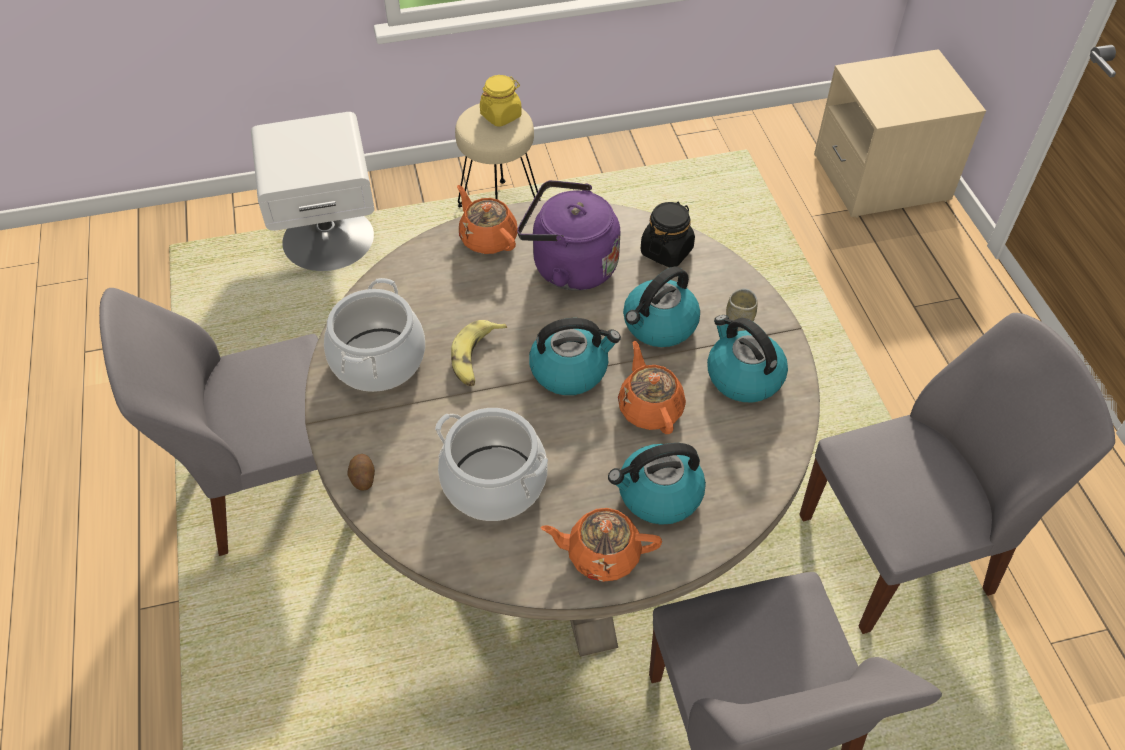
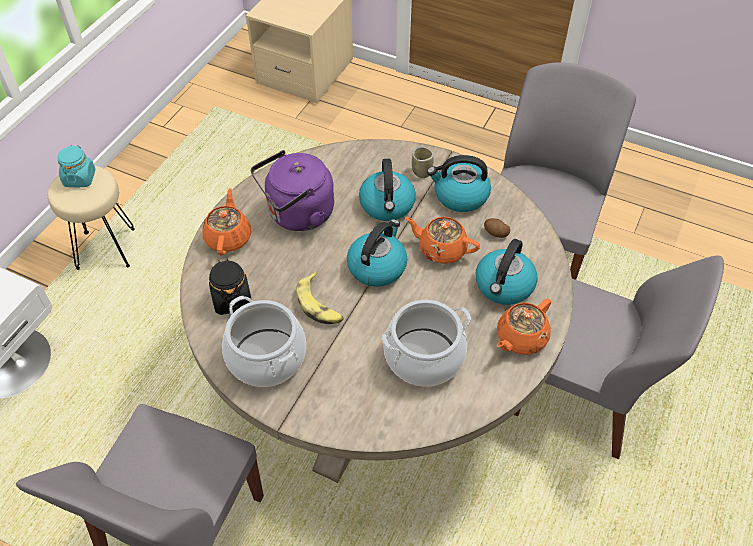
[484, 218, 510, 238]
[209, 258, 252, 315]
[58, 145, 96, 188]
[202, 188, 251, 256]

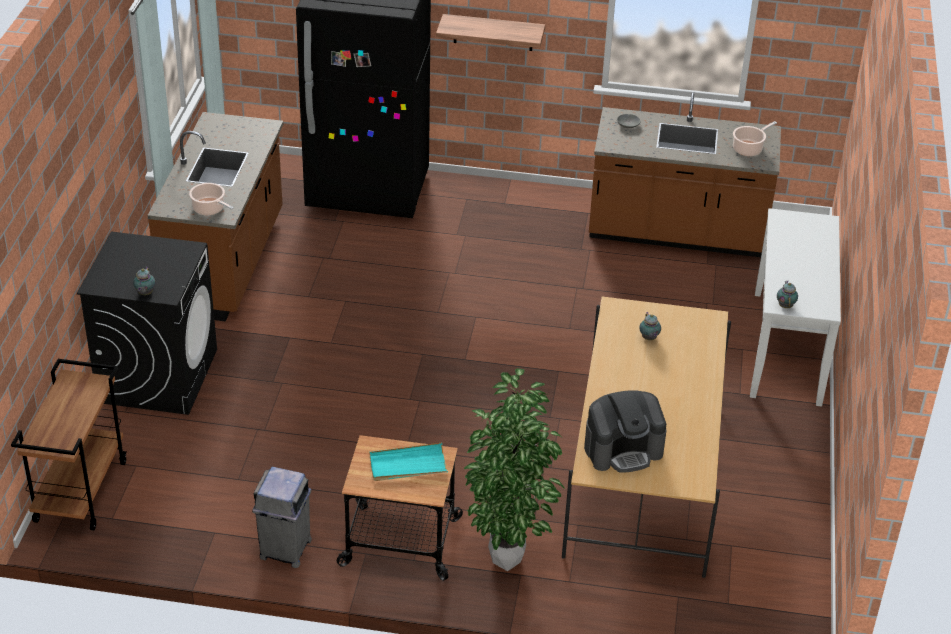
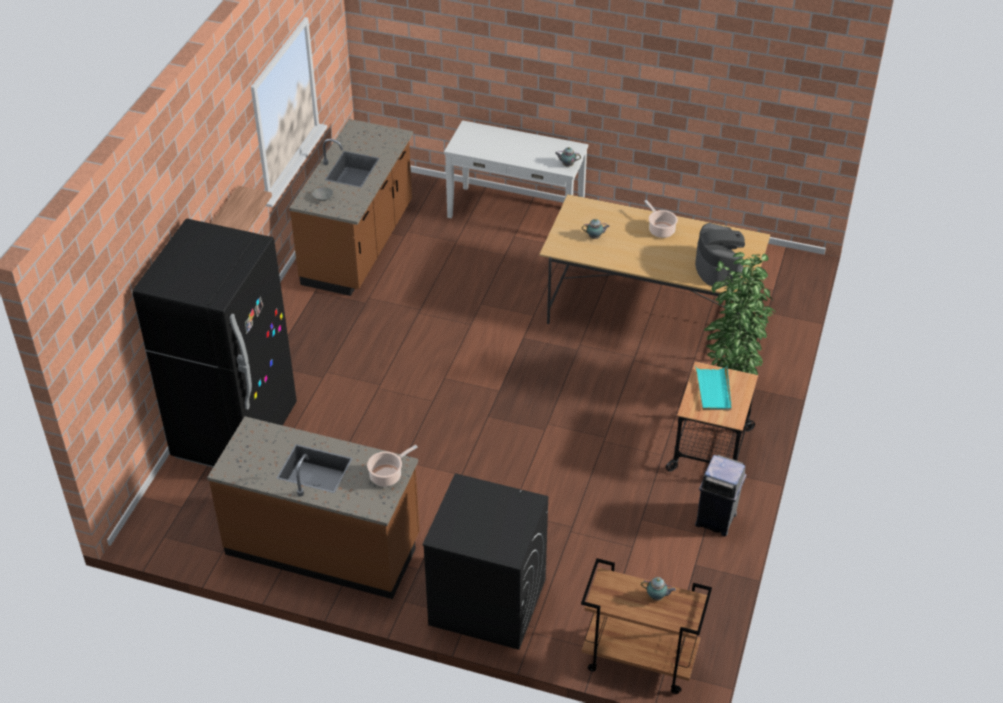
[641, 577, 676, 601]
[644, 200, 678, 238]

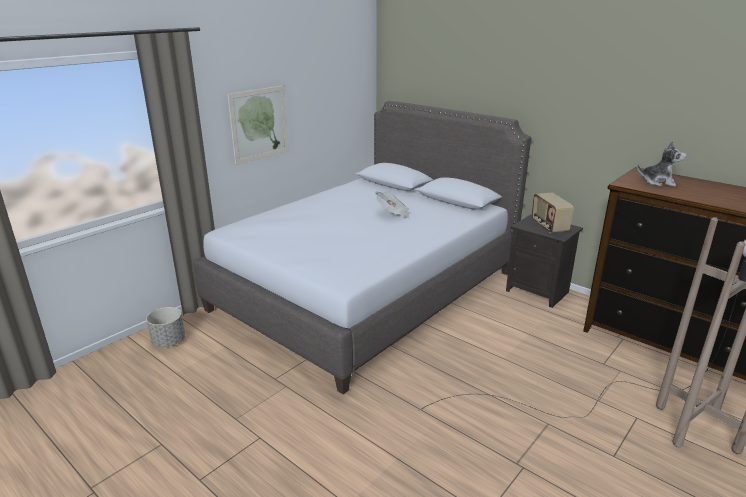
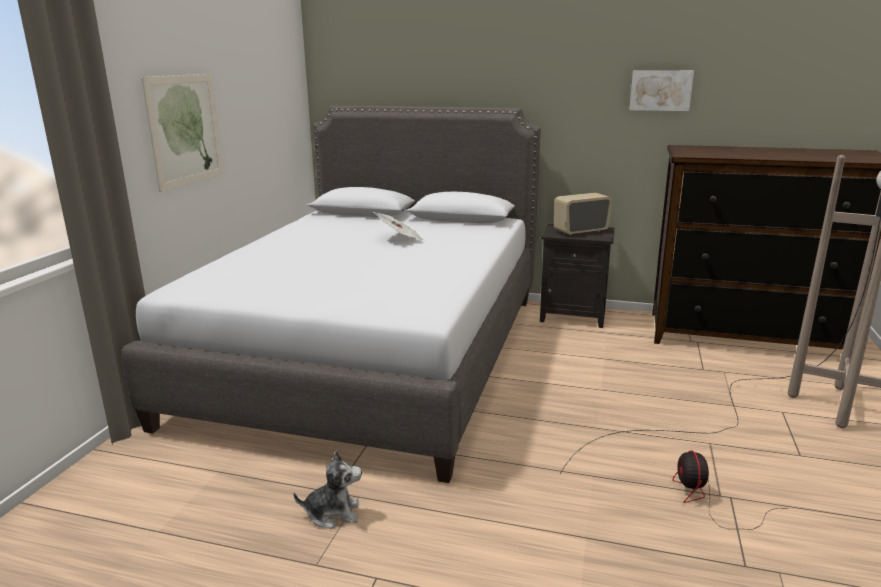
[146, 307, 185, 347] (first image)
[629, 70, 694, 111]
[672, 451, 778, 529]
[293, 451, 362, 529]
[554, 193, 612, 235]

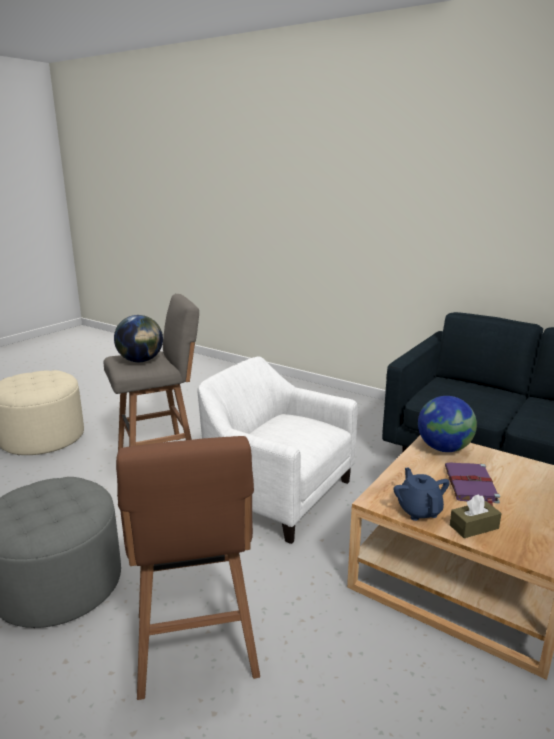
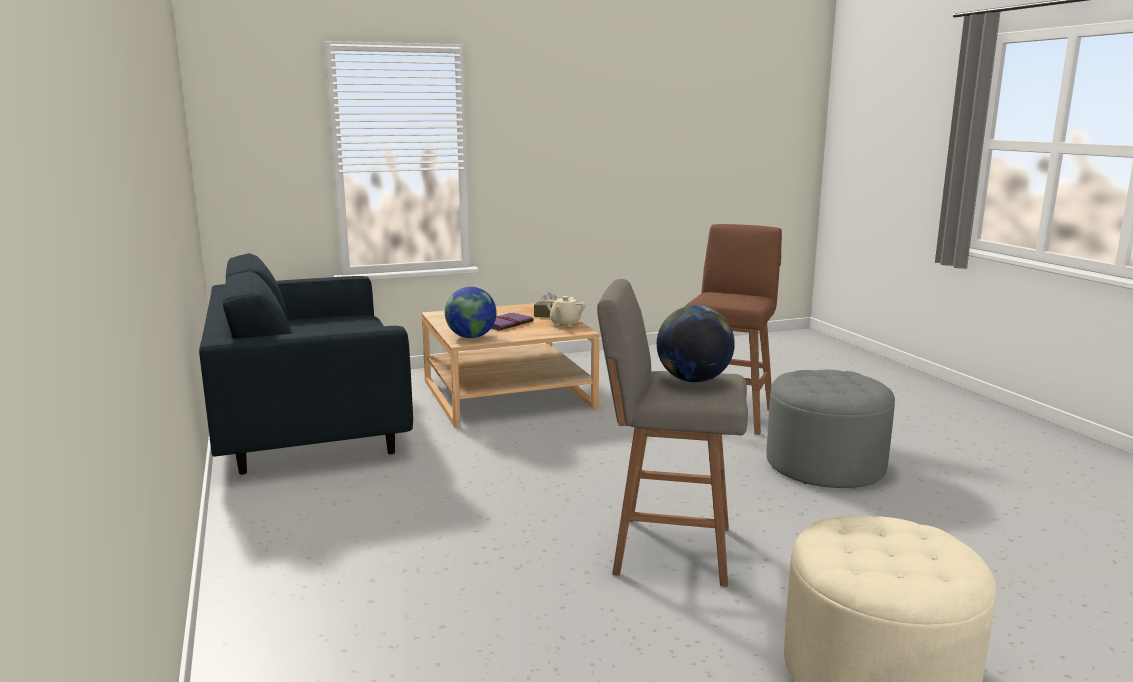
[198, 356, 358, 544] (first image)
[546, 296, 585, 327]

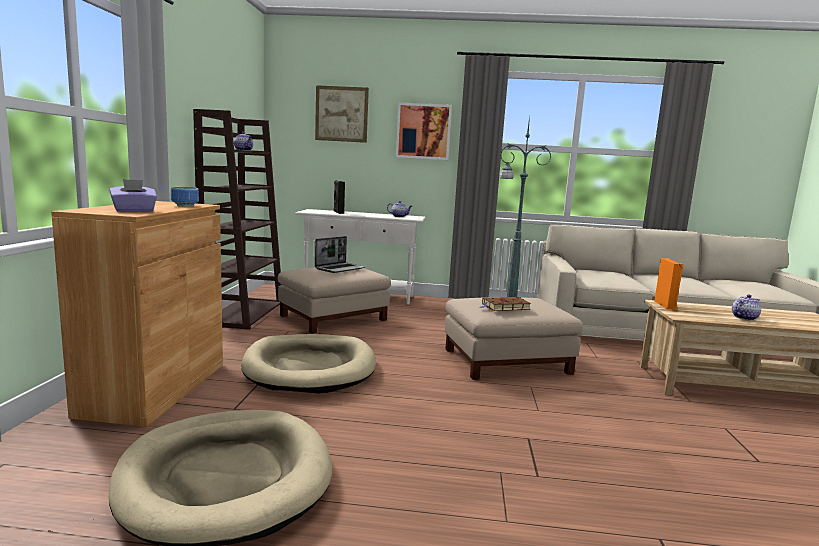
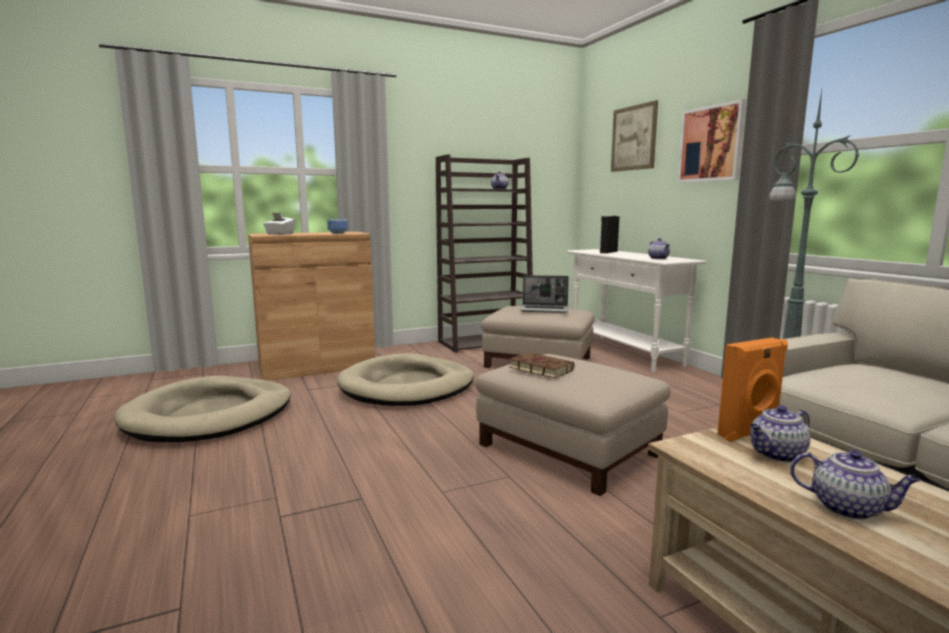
[750, 406, 811, 462]
[263, 213, 295, 235]

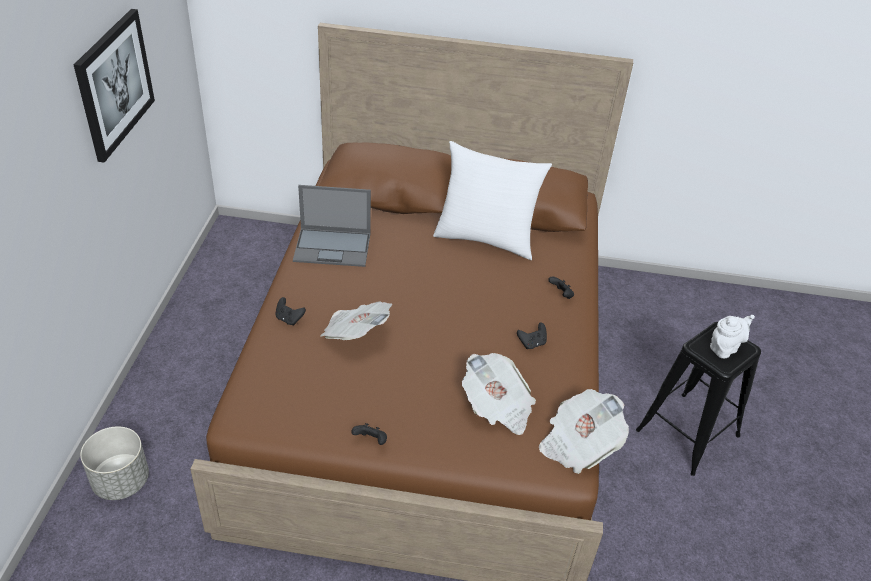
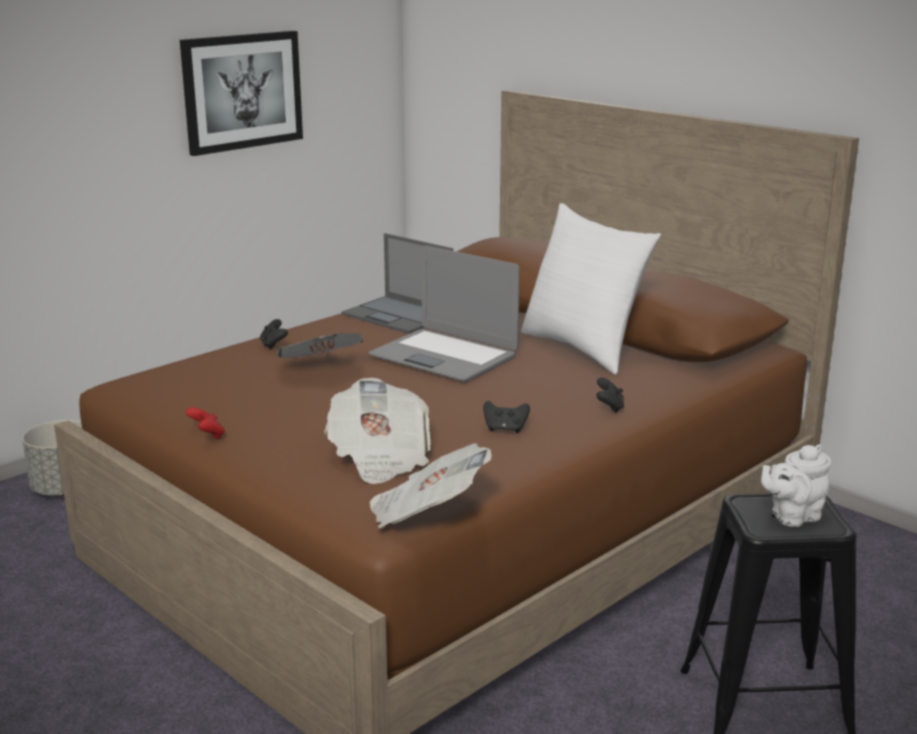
[369, 246, 520, 381]
[186, 407, 225, 439]
[761, 444, 832, 527]

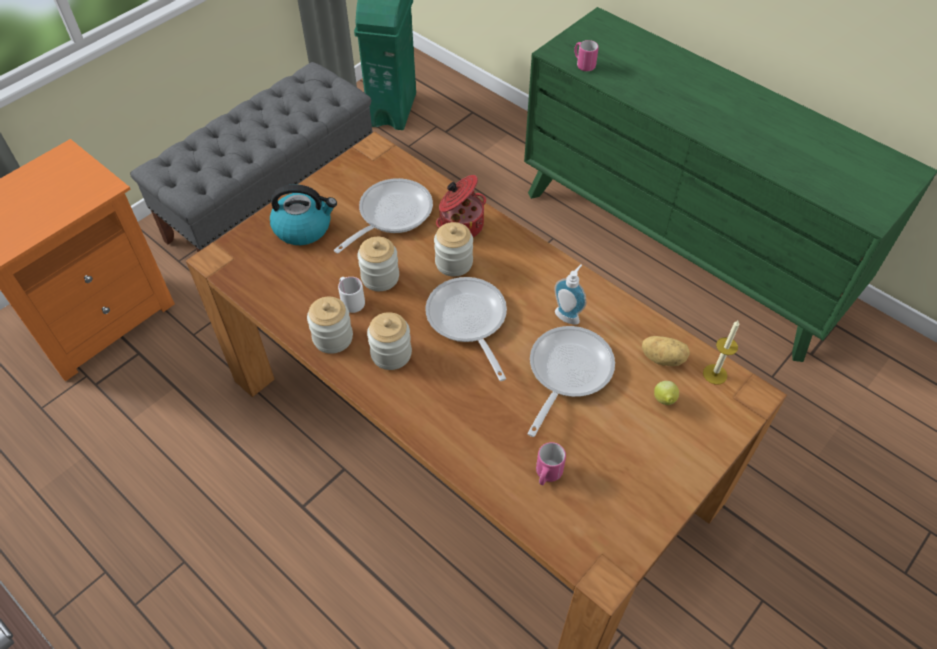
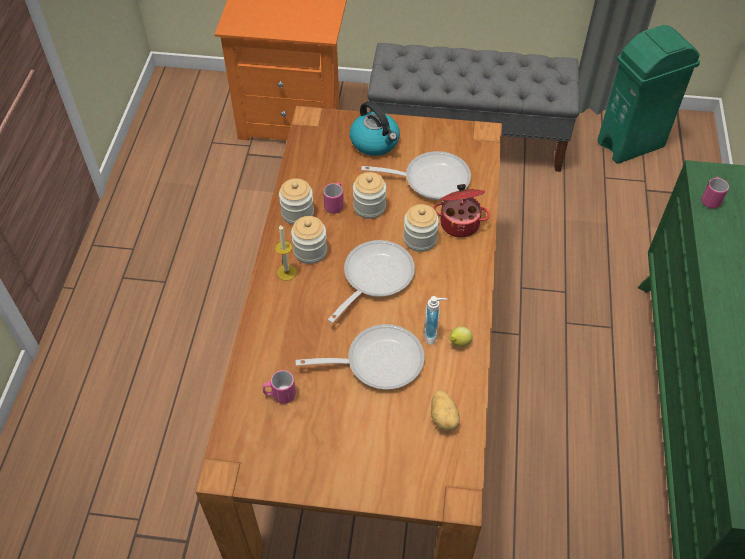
[449, 327, 473, 347]
[275, 225, 297, 281]
[323, 183, 344, 214]

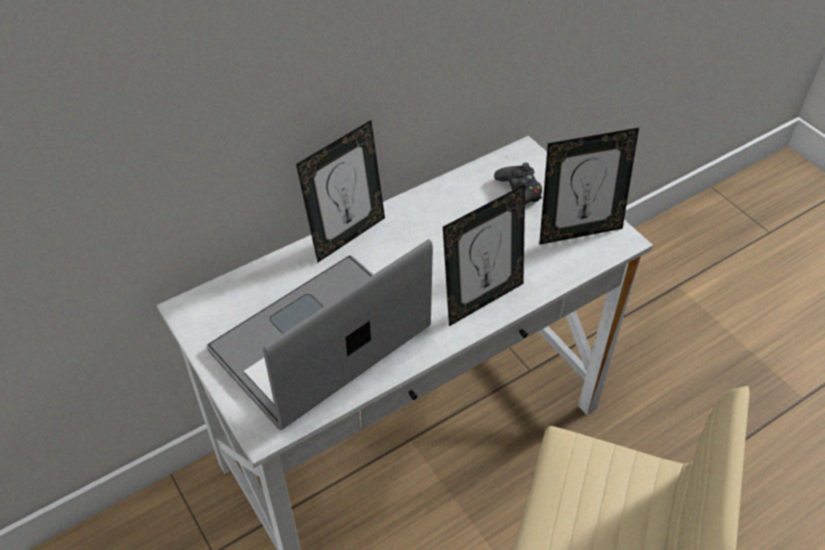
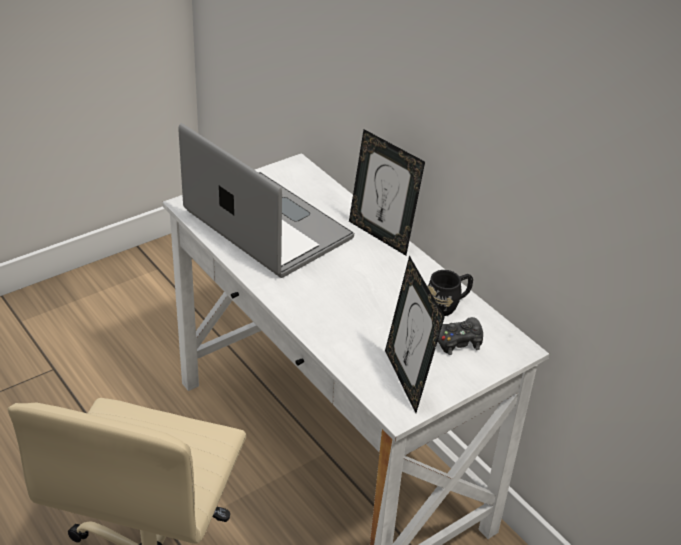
[443, 184, 525, 326] (first image)
[427, 270, 473, 316]

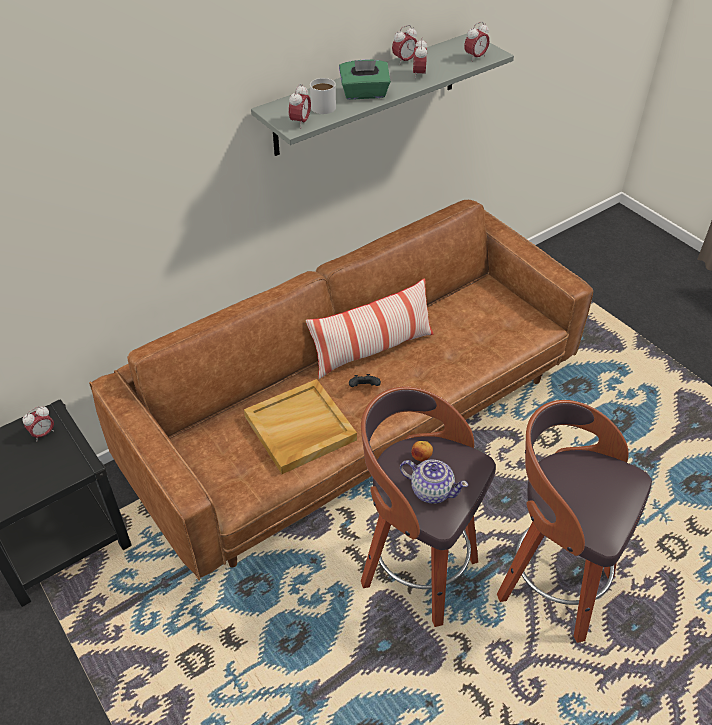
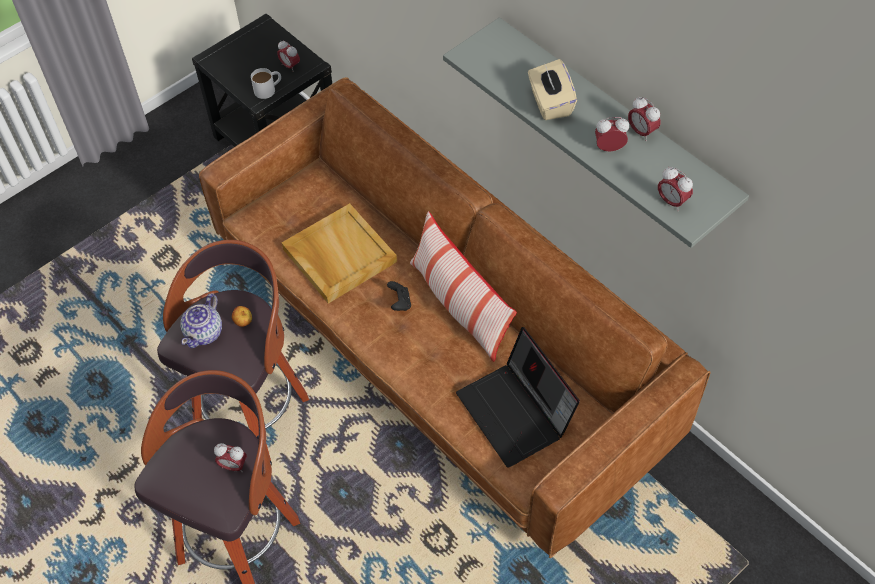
[456, 327, 580, 467]
[214, 443, 247, 473]
[251, 68, 281, 99]
[528, 59, 577, 120]

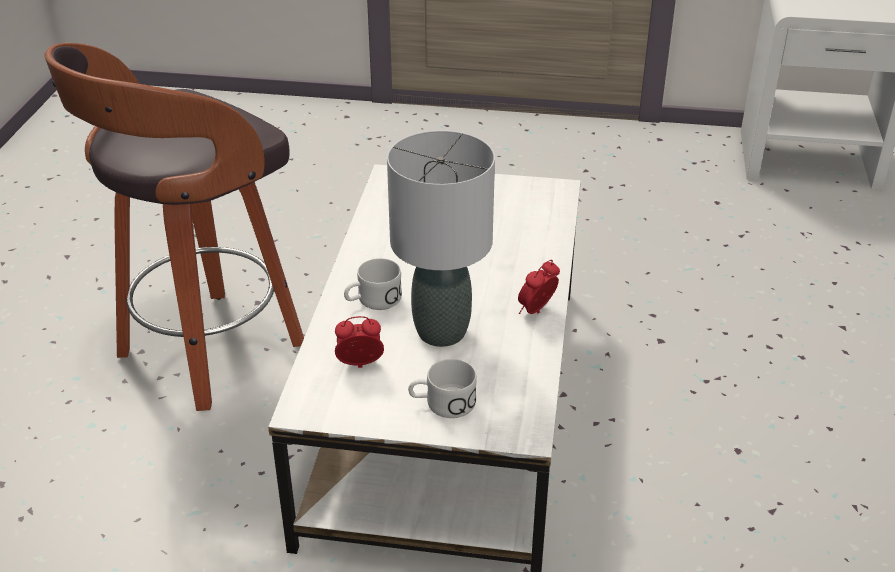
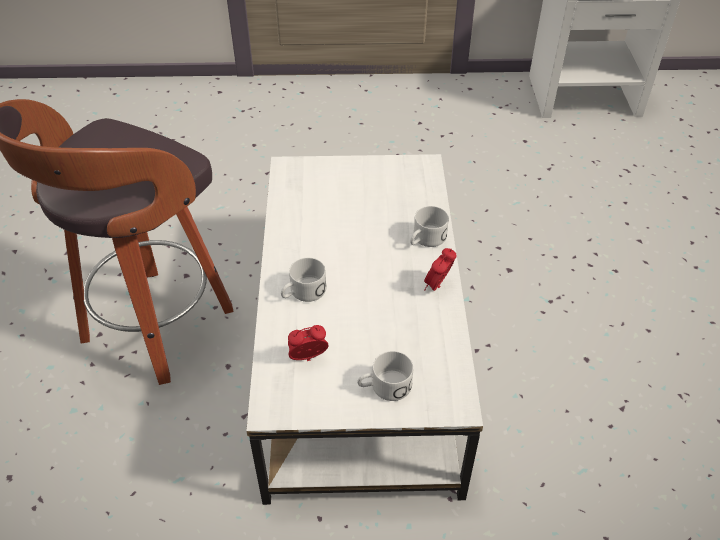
[387, 130, 495, 347] (first image)
[410, 206, 449, 247]

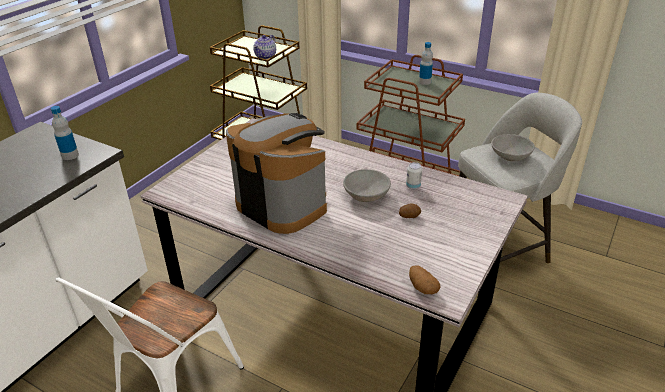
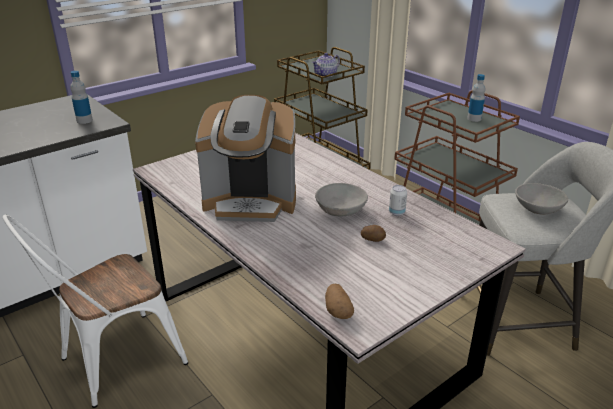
[195, 95, 296, 222]

